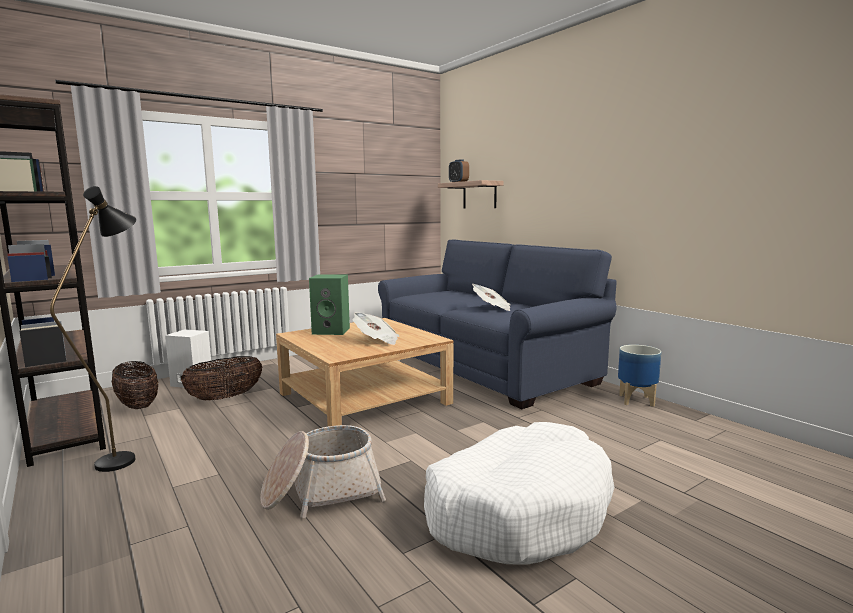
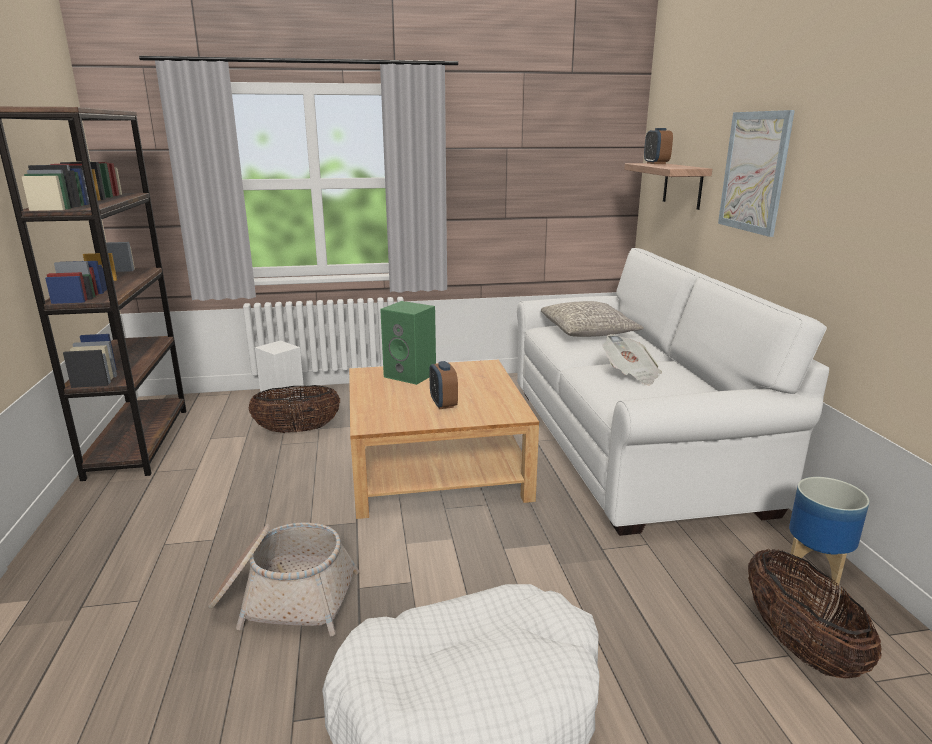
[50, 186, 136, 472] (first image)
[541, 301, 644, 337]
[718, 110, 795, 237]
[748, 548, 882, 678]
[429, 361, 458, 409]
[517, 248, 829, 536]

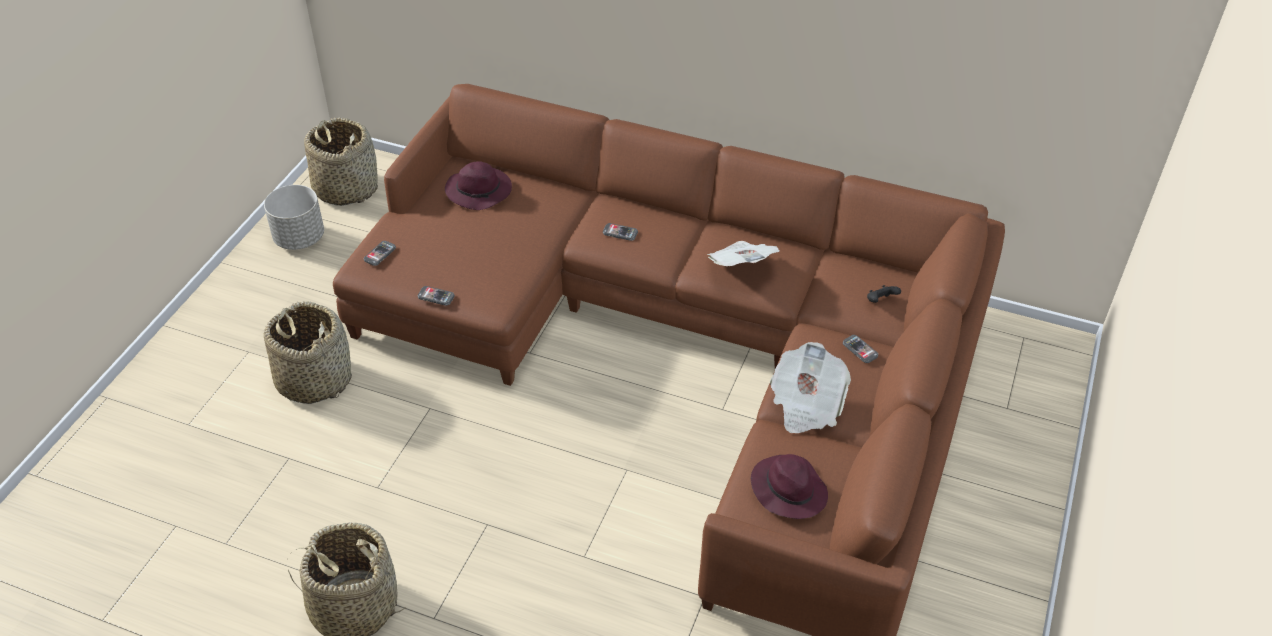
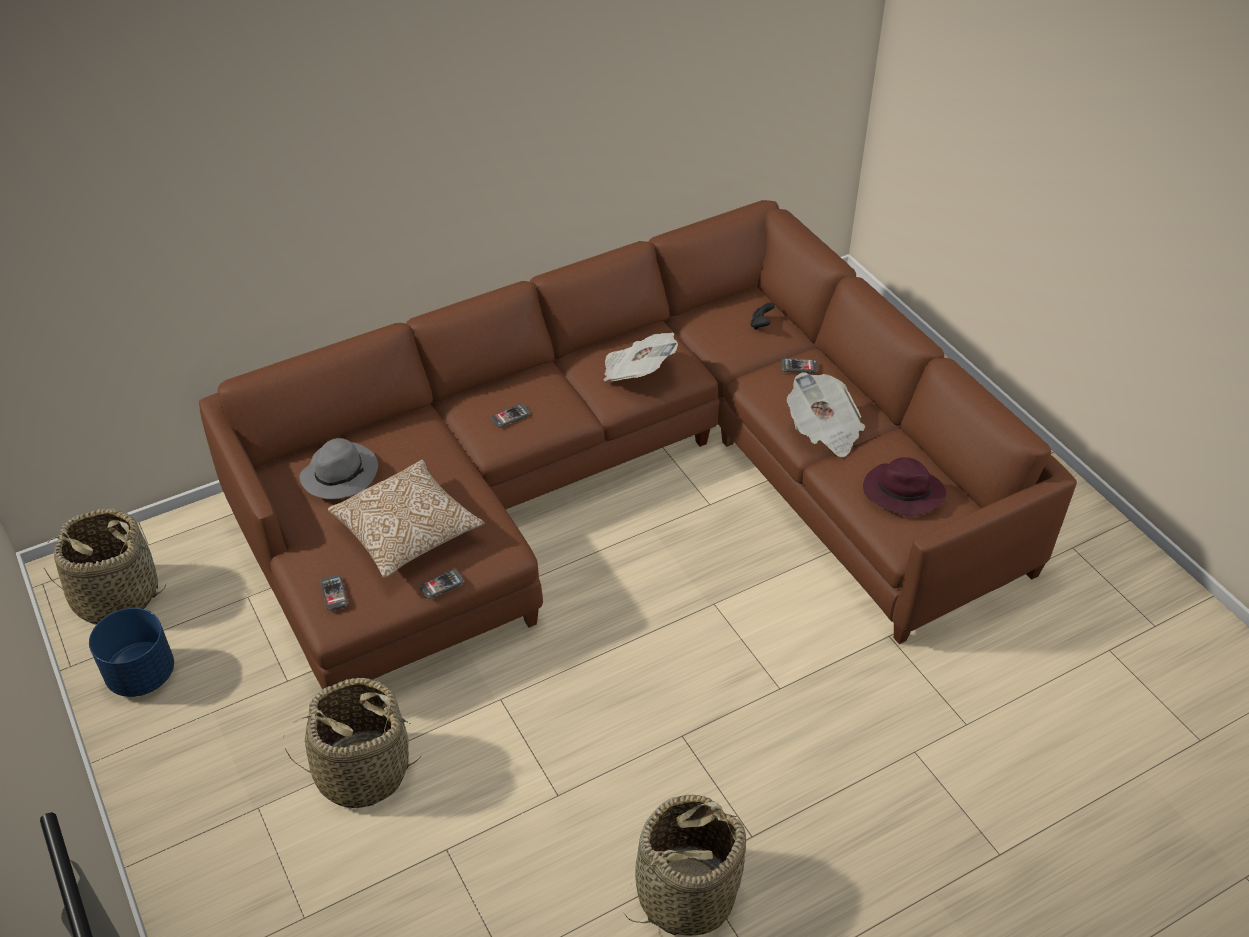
[328, 459, 484, 578]
[89, 608, 174, 697]
[300, 438, 378, 499]

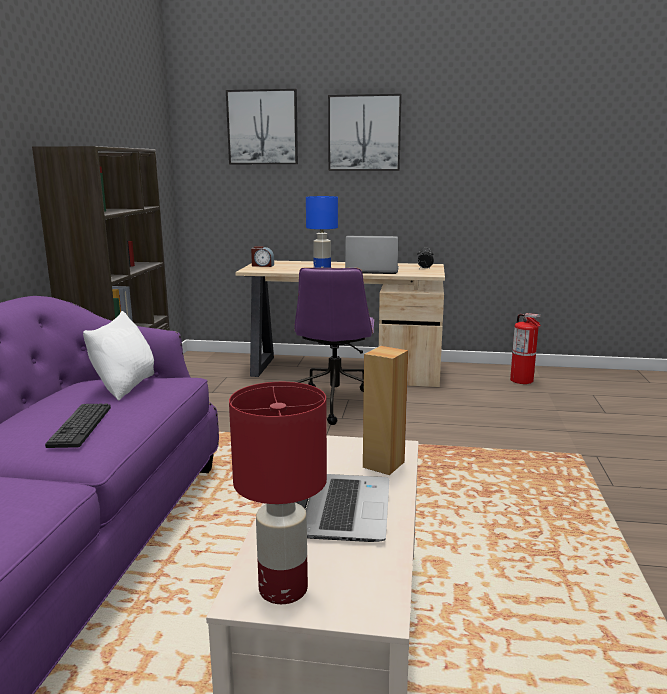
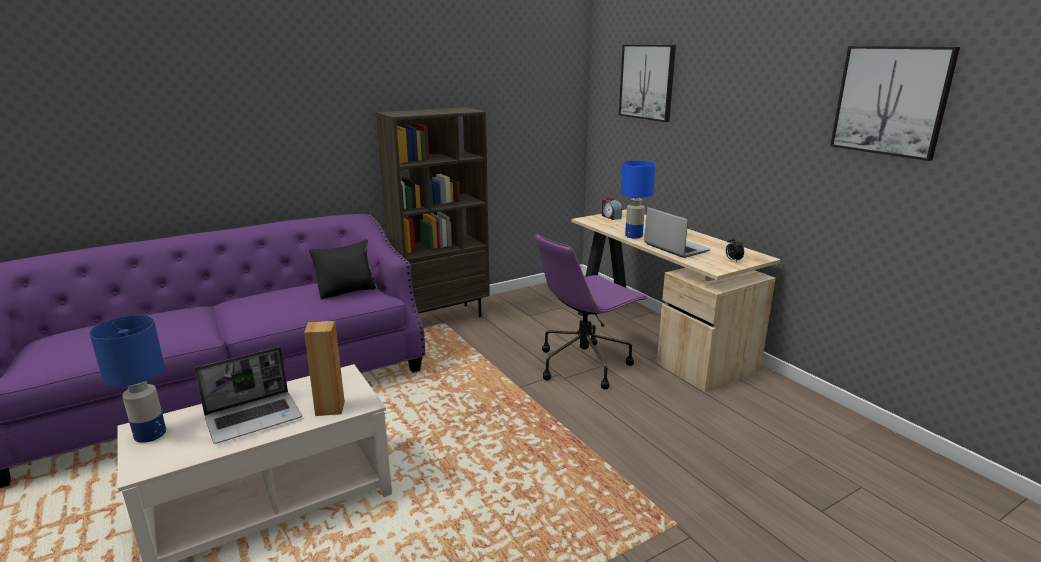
[45, 403, 111, 448] (first image)
[510, 313, 541, 384] (first image)
[830, 46, 960, 161]
[309, 239, 377, 299]
[89, 315, 166, 443]

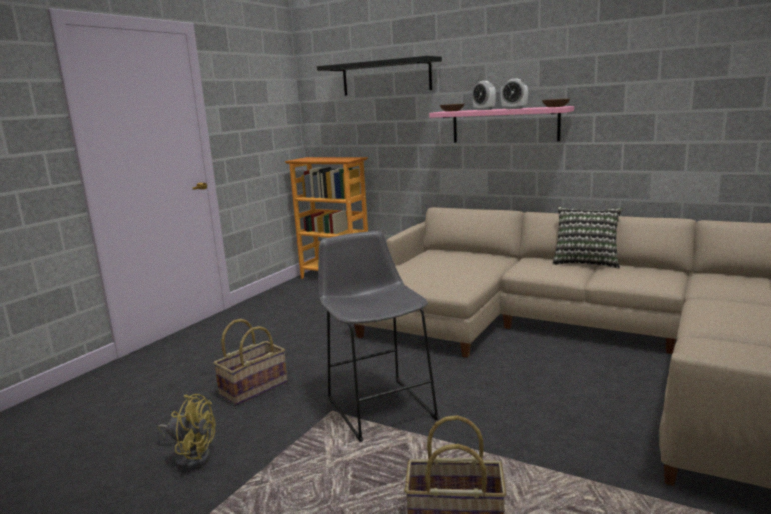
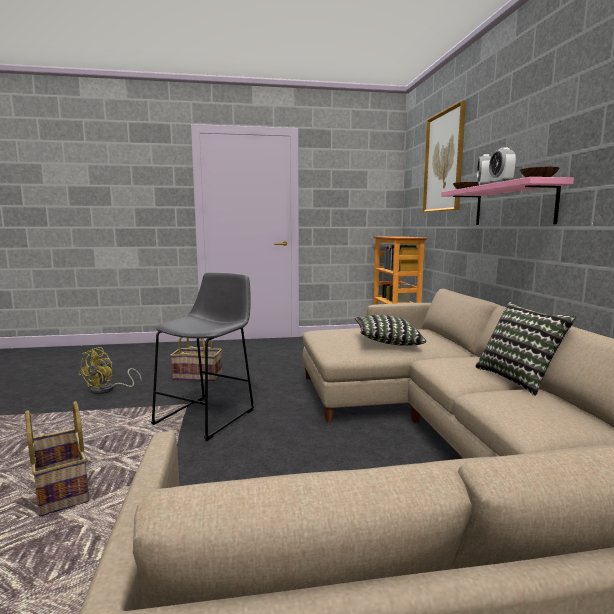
[355, 315, 426, 346]
[423, 100, 466, 213]
[78, 347, 142, 394]

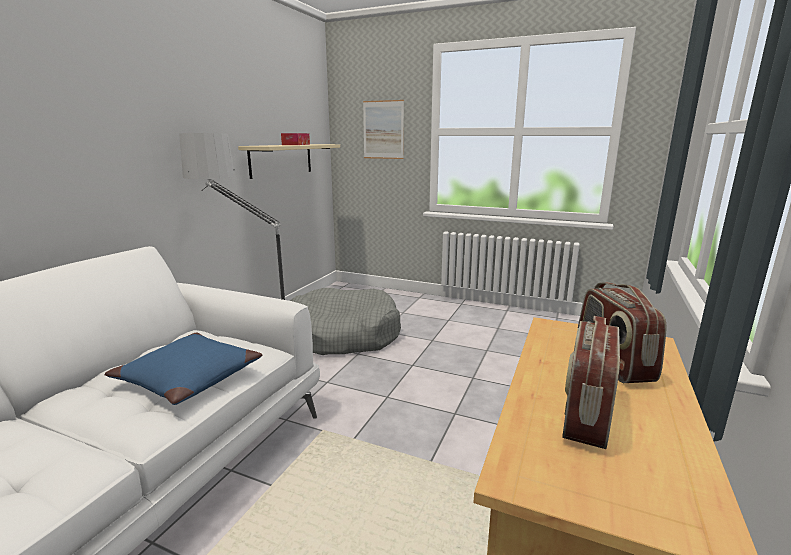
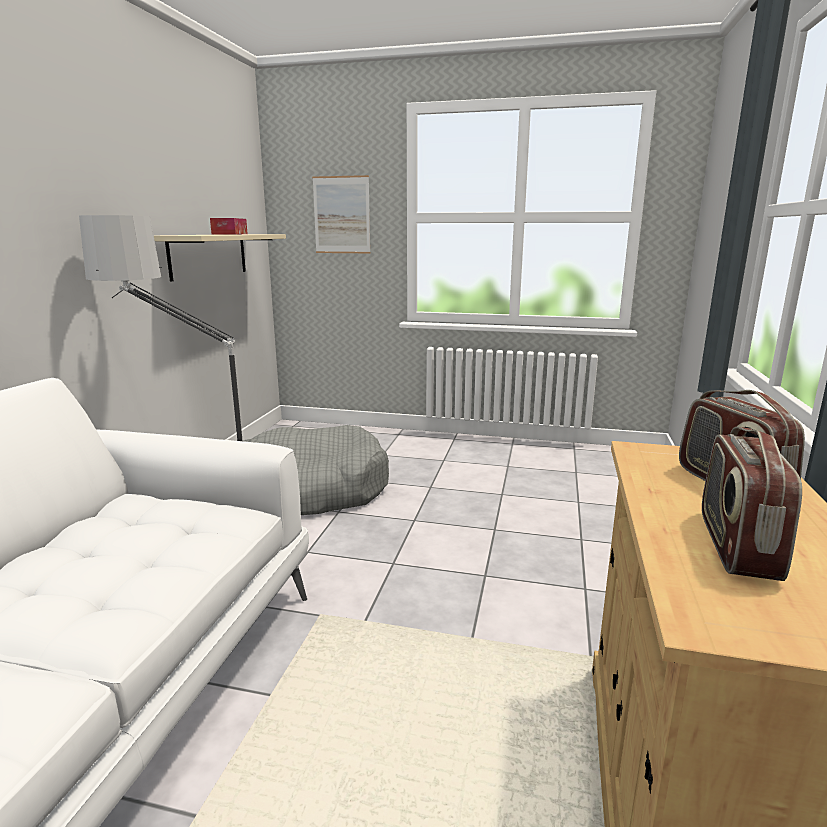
[105, 333, 262, 405] (first image)

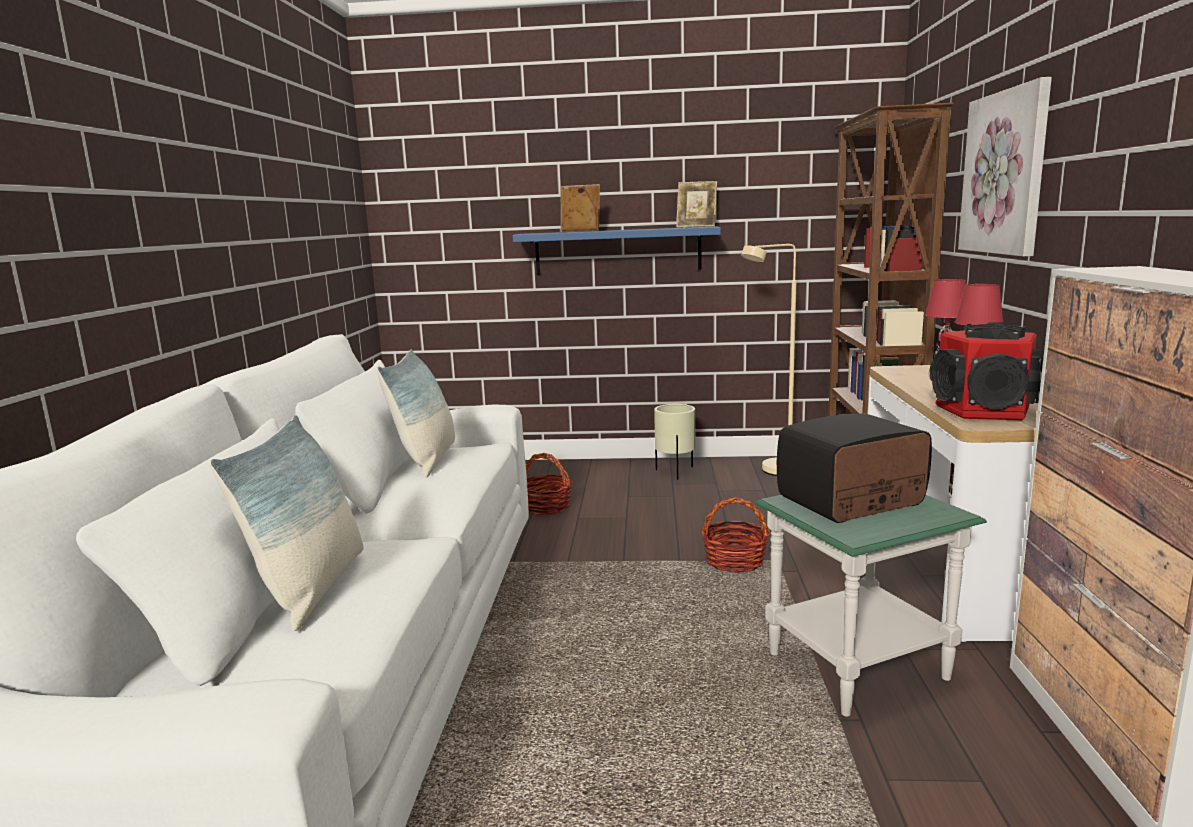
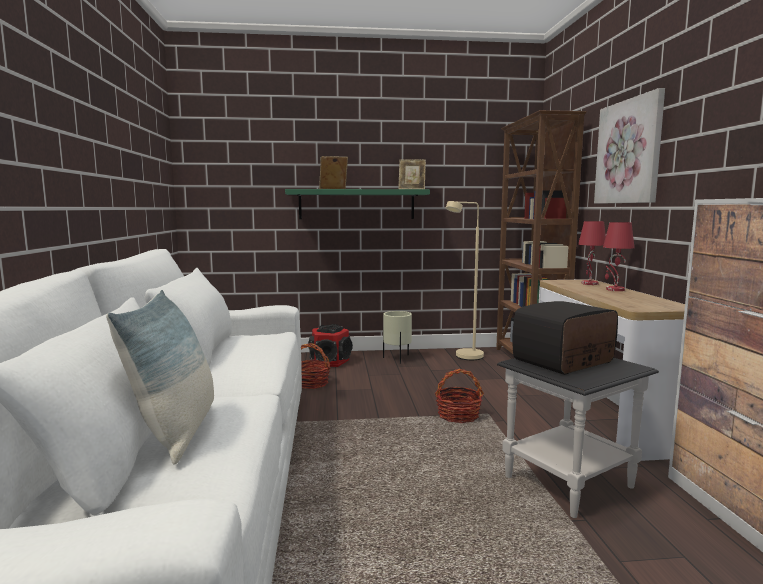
[377, 349, 455, 477] (first image)
[308, 324, 353, 367]
[285, 189, 430, 219]
[497, 358, 659, 518]

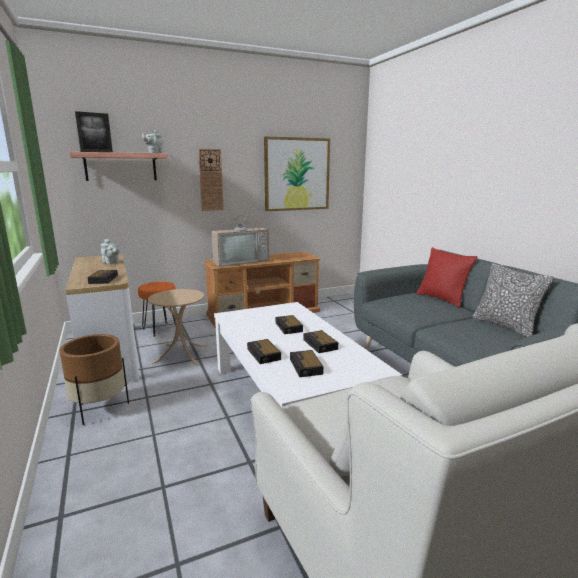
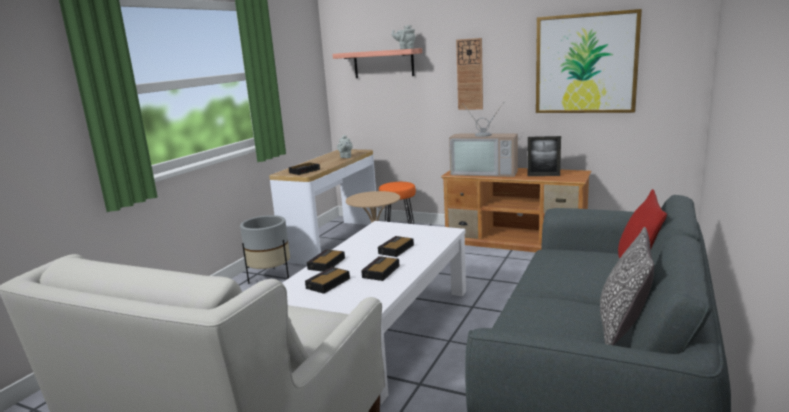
[527, 136, 561, 176]
[240, 215, 290, 284]

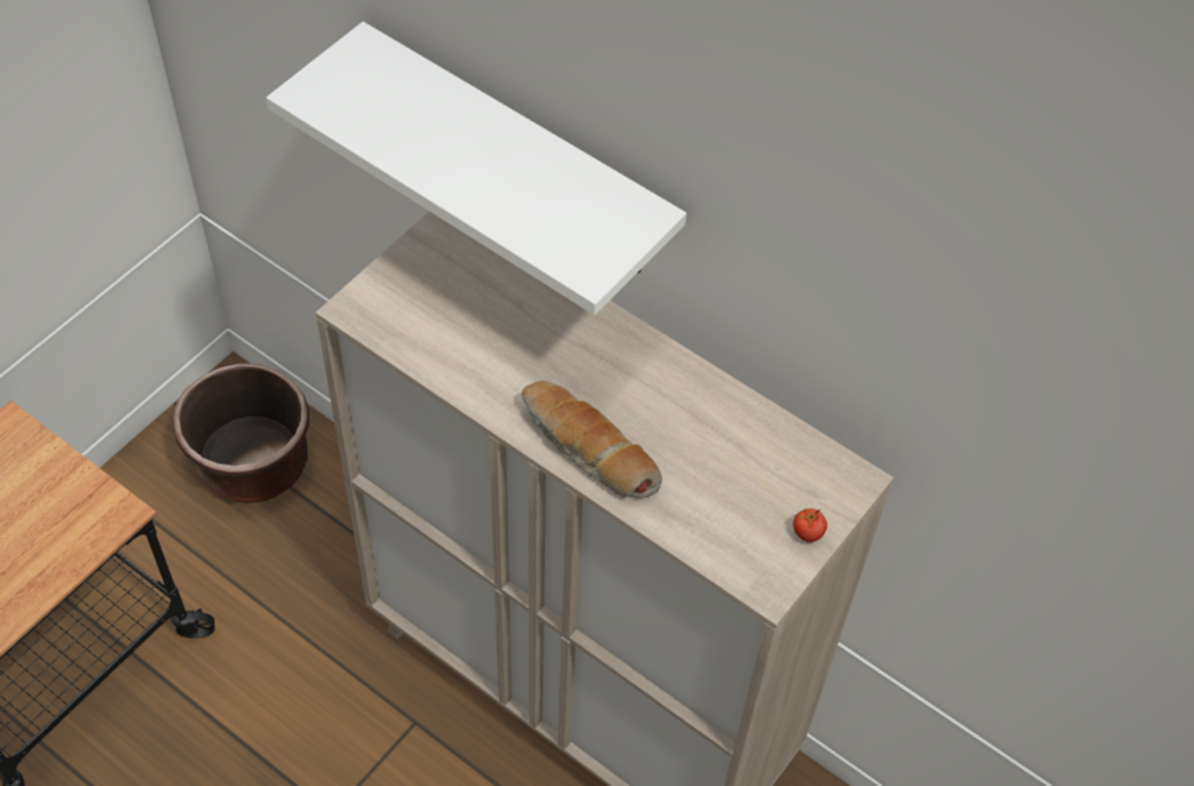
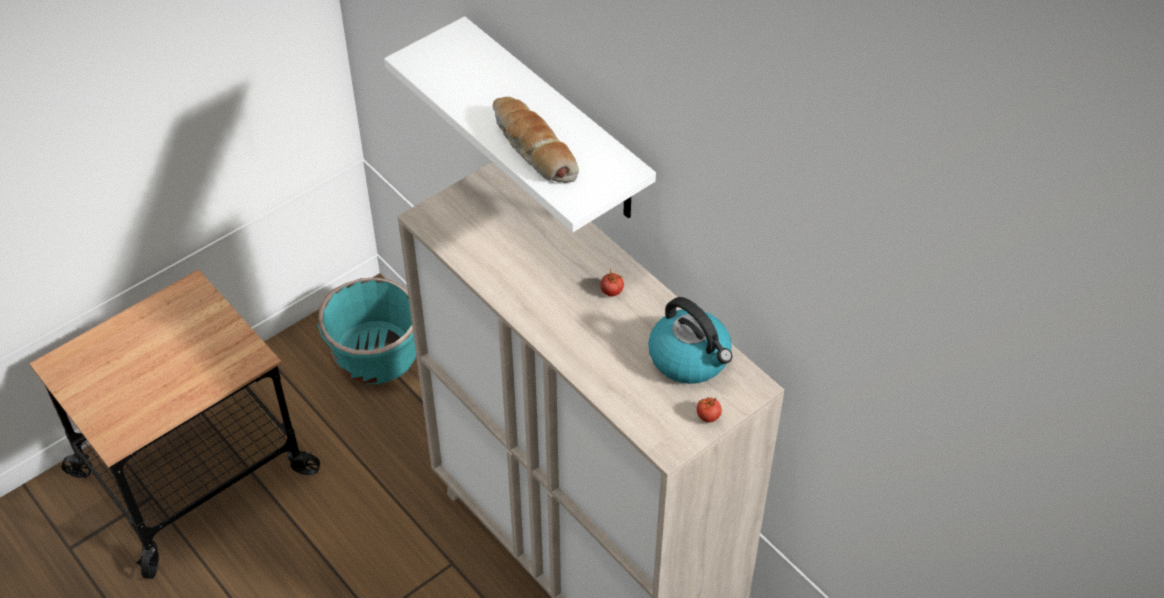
[600, 268, 624, 296]
[648, 297, 732, 384]
[493, 97, 579, 183]
[318, 277, 416, 384]

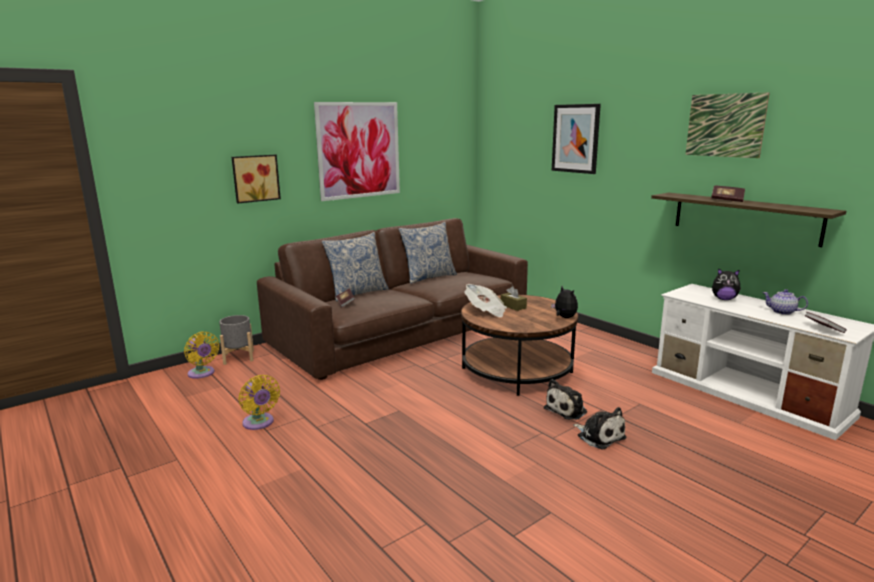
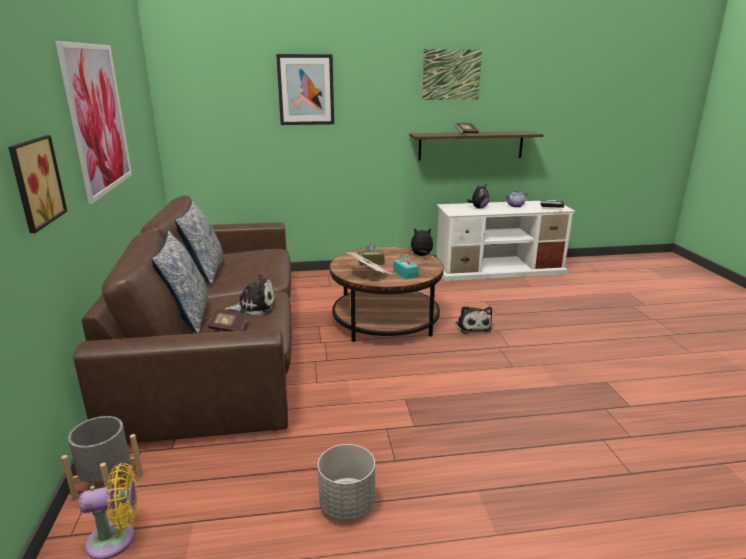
[393, 253, 419, 279]
[224, 274, 275, 315]
[318, 444, 375, 520]

